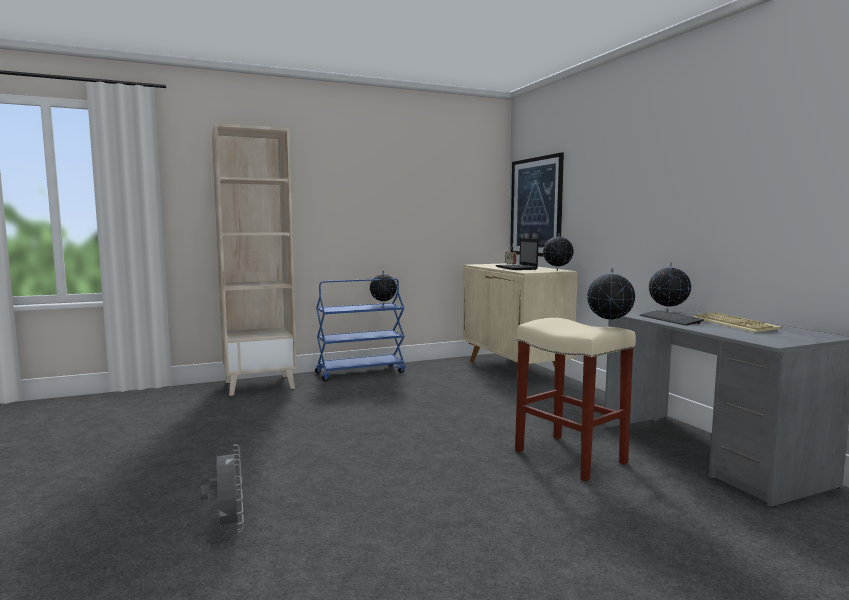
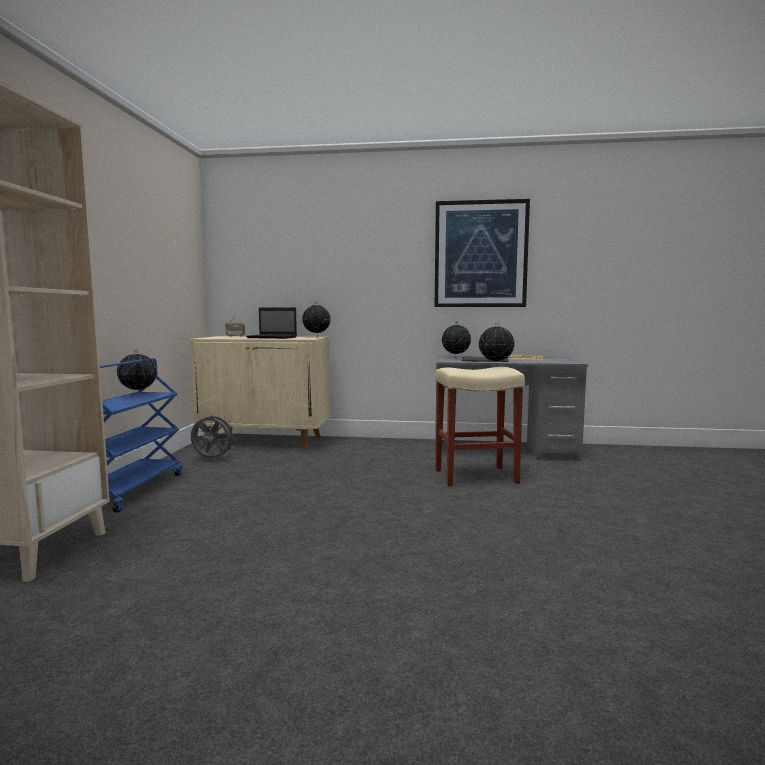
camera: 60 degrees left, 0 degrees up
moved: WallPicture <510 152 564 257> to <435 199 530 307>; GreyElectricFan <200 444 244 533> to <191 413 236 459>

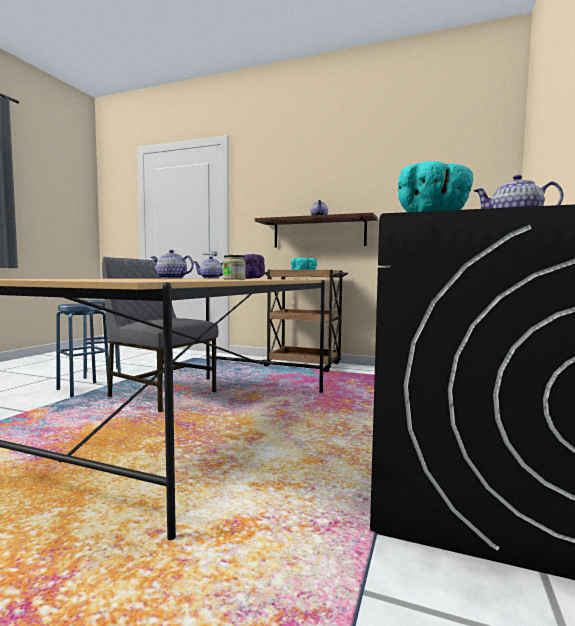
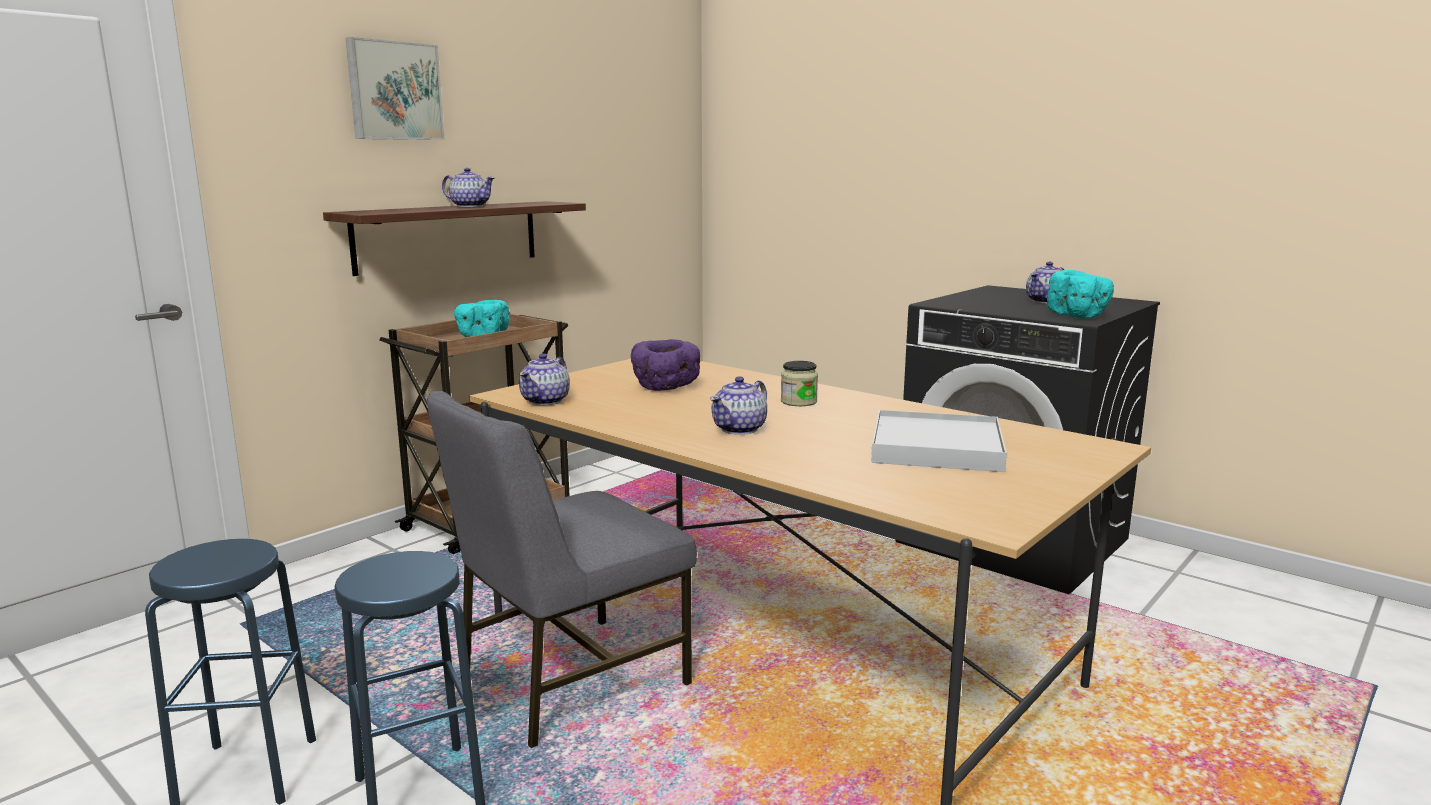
camera: 70 degrees left, 10 degrees up
added: WallPicture <346 37 445 140>; WhitishCarryingTray <871 410 1007 472>

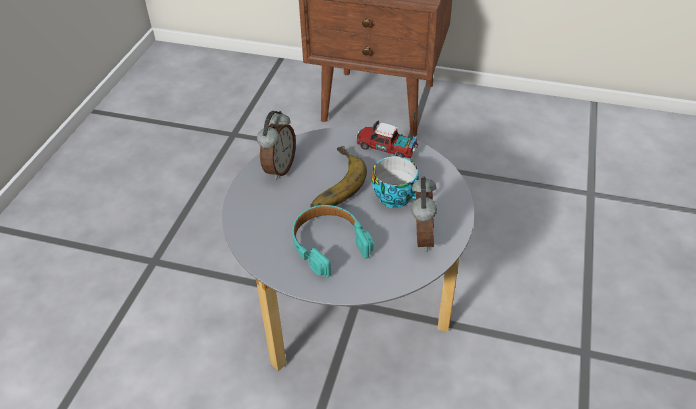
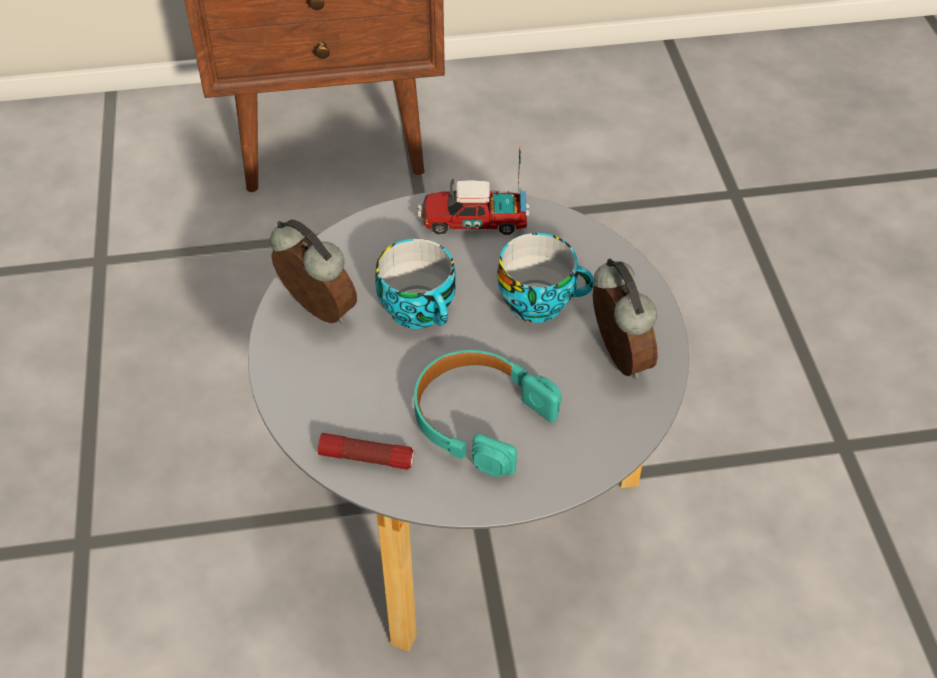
camera: 25 degrees left, 5 degrees up
added: Torch <318 433 414 470>
replaced: Banana <310 146 367 207> to DrinkingCup <375 239 456 329>
turned: TableClock <257 111 296 180> = <270 219 357 323> 45 degrees counterclockwise

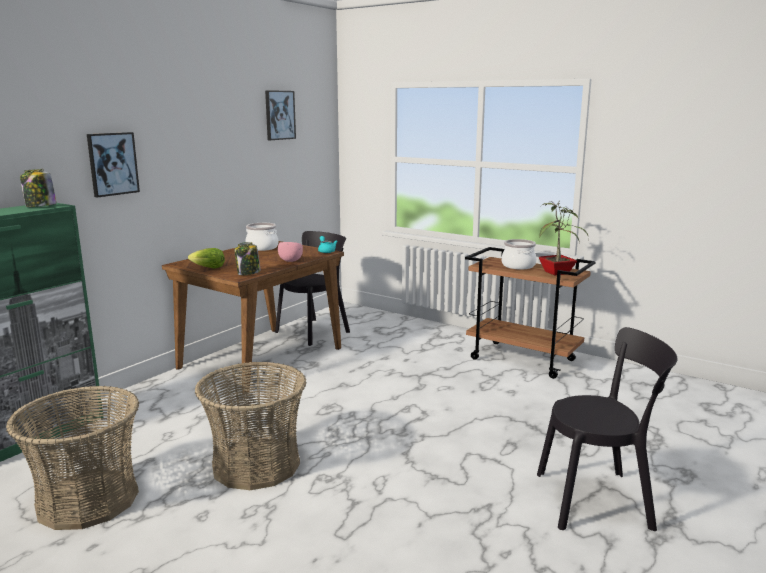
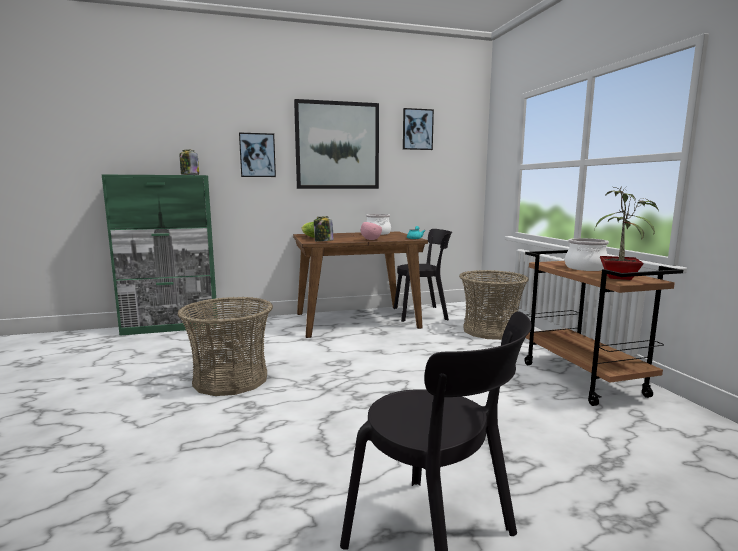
camera: 40 degrees right, 5 degrees down
added: WallPicture <294 99 379 189>
moved: HouseholdBasket <6 386 139 530> to <459 270 529 340>

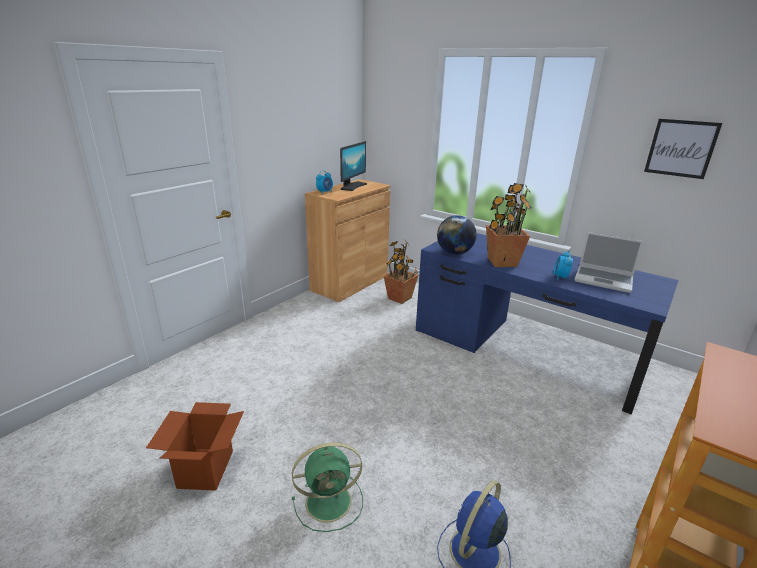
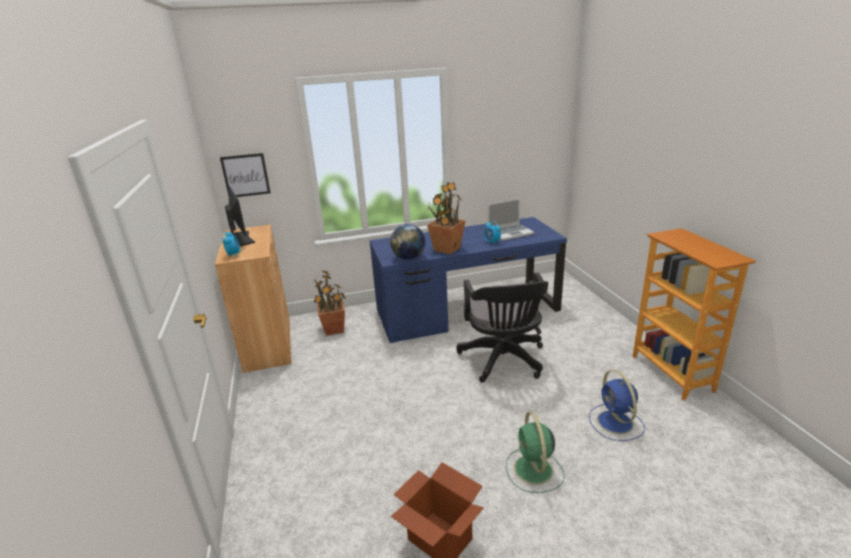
camera: 50 degrees left, 0 degrees up
added: BlackColouredOfficeChair <456 273 549 383>
moved: WallPicture <644 119 722 179> to <220 153 271 197>
turned: GreenishElectricFan <292 442 363 532> = <506 412 564 493> 150 degrees clockwise

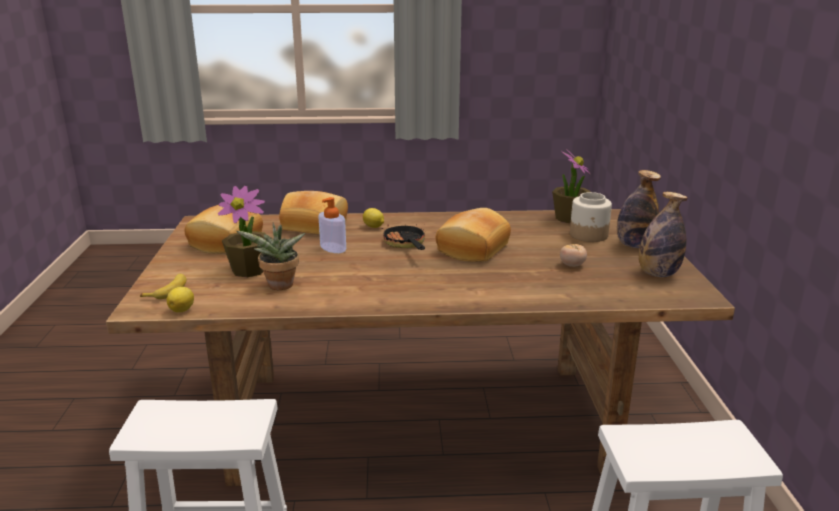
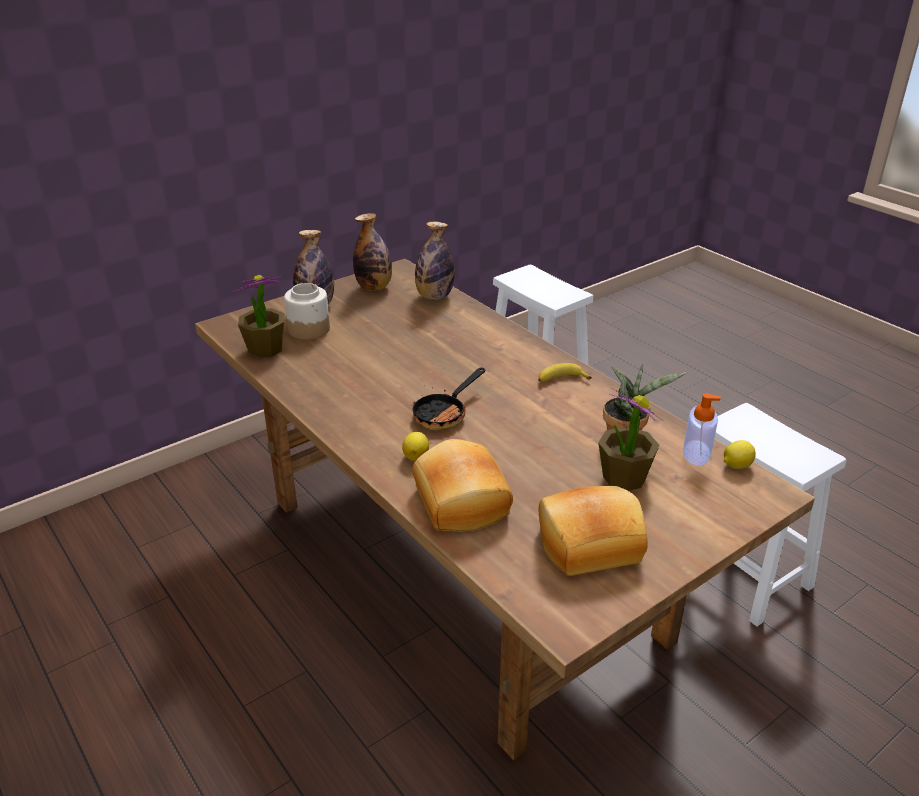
camera: 125 degrees left, 10 degrees up
removed: BakeryBread <436 208 511 262>; FreshTomato <560 244 587 267>
added: DrinkBottle <415 221 454 300>
moved: SoapBottle <318 197 346 253> to <683 393 721 466>; Banana <140 274 186 299> to <538 363 592 382>

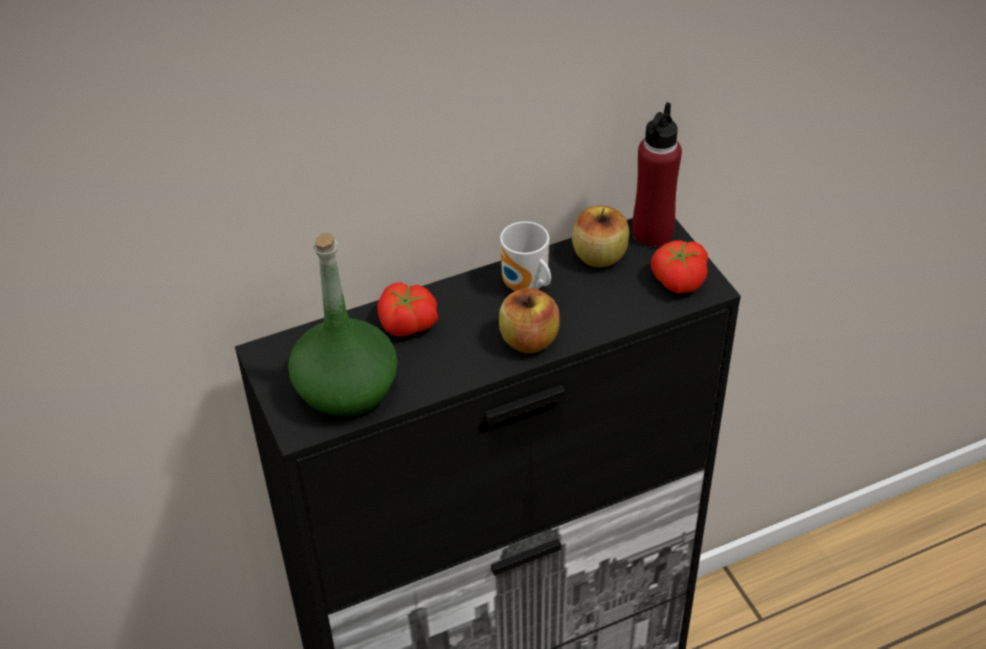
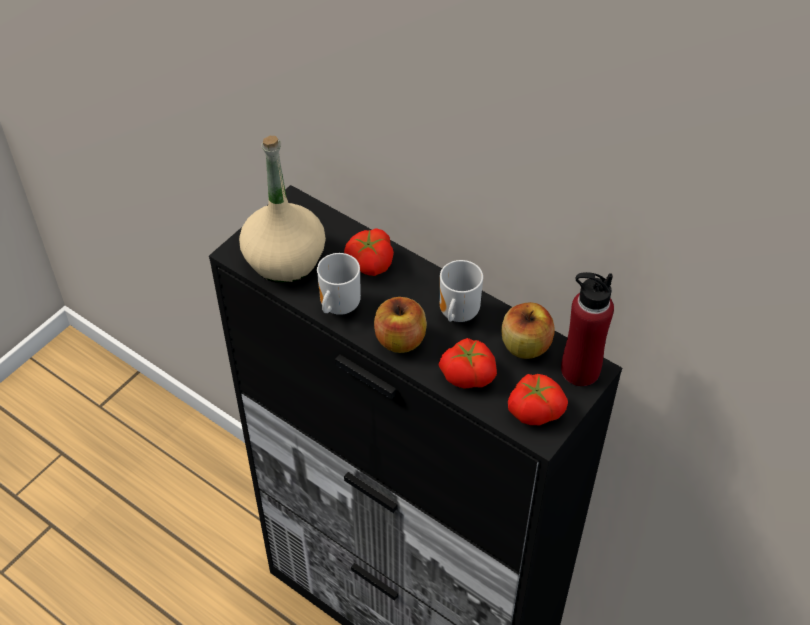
camera: 60 degrees right, 5 degrees up
added: Mug <317 253 361 315>; FreshTomato <438 338 497 389>
recoloured: GreenishDrinkBottle <288 233 397 420> to BeigeColouredDrinkBottle <239 136 326 283>

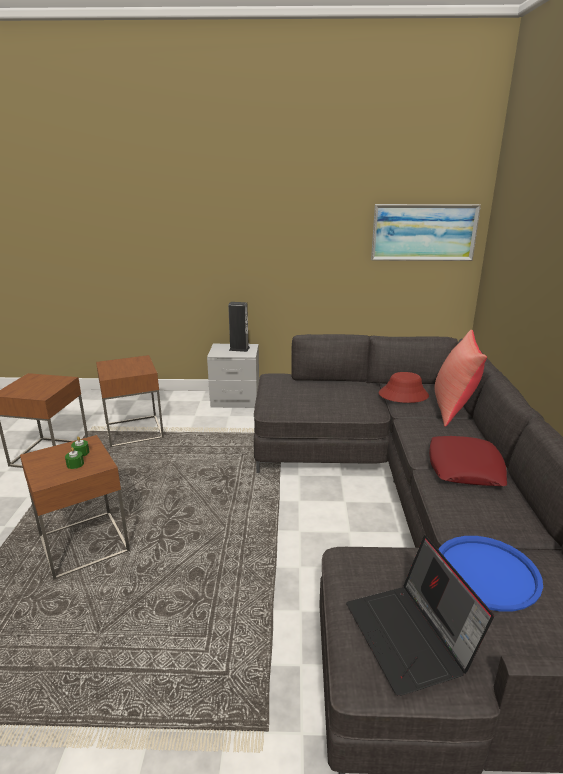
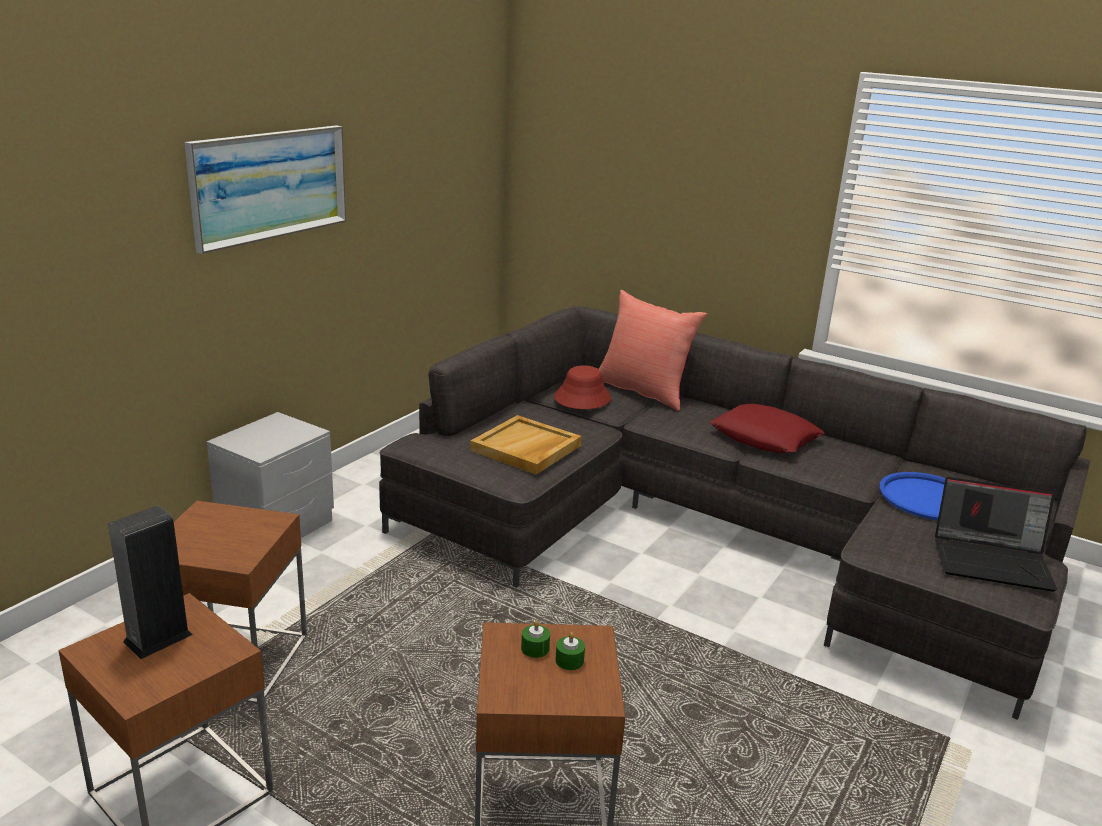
camera: 60 degrees left, 0 degrees up
added: BeigeColouredCarryingTray <470 415 582 475>
moved: WallPicture <371 204 481 261> to <184 125 346 254>; Speaker <228 302 250 352> to <108 506 193 659>

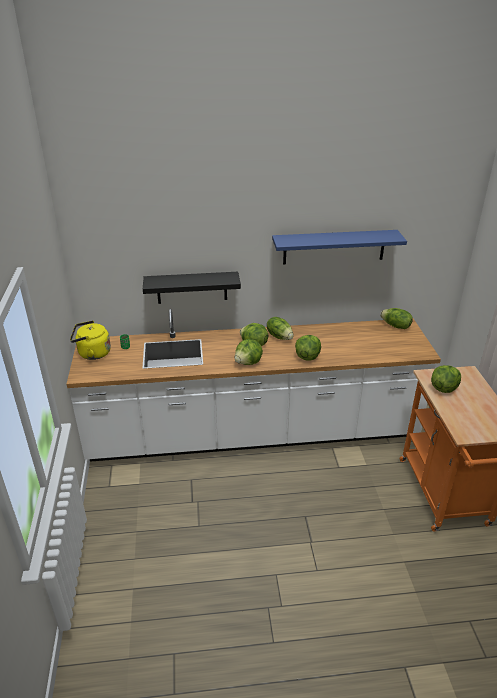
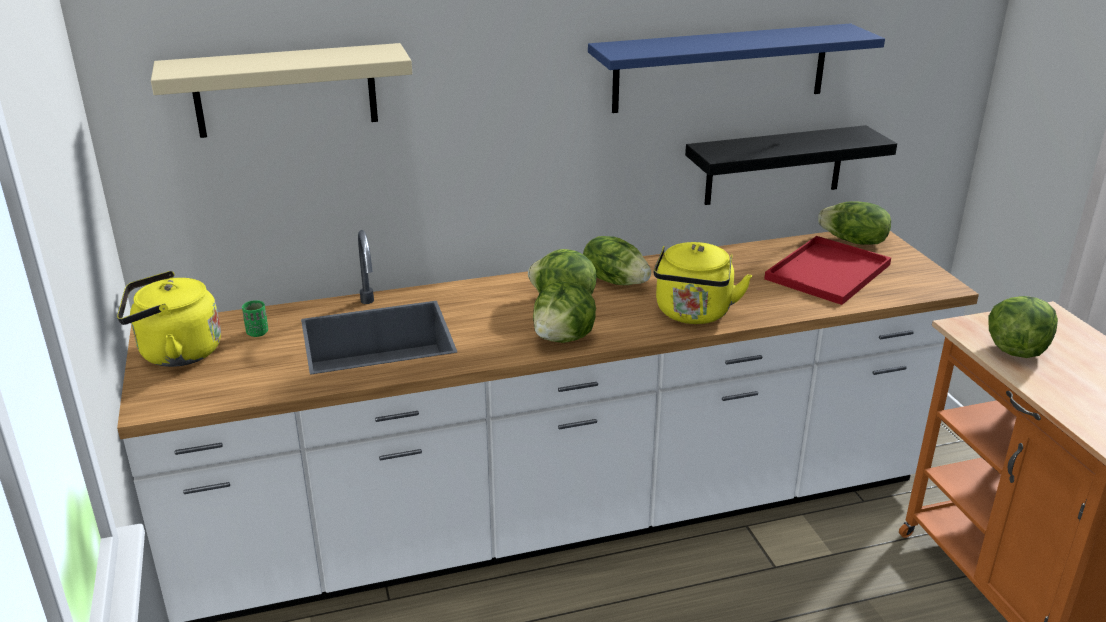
camera: 10 degrees left, 5 degrees down
added: BeigeColouredWallShelf <151 43 412 138>; ReddishCarryingTray <764 236 891 305>
moved: BlackColouredWallShelf <143 272 241 304> to <685 125 897 205>
replaced: LettuceHead <295 335 321 361> to YellowishWaterKettle <654 242 752 324>

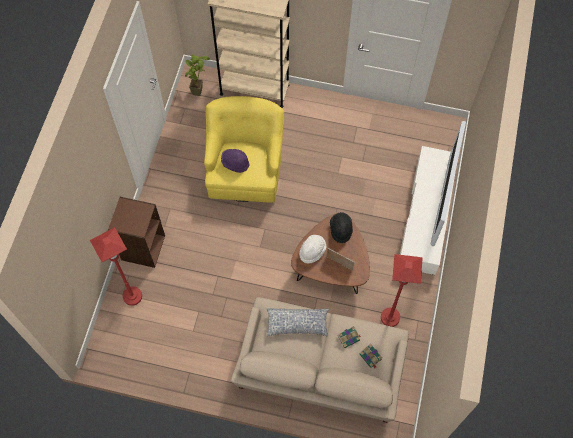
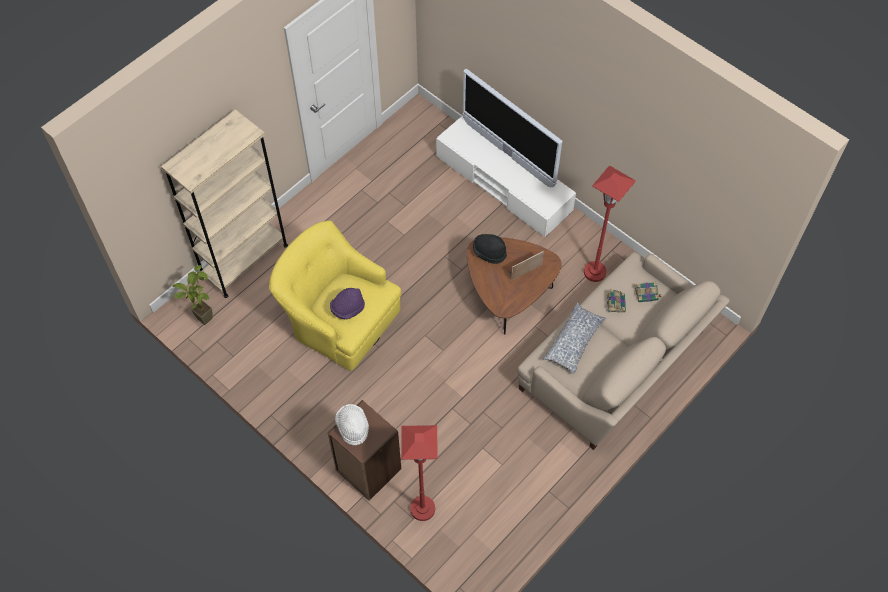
camera: 60 degrees left, 5 degrees down
moved: WhitishHat <299 235 326 264> to <335 404 369 445>

